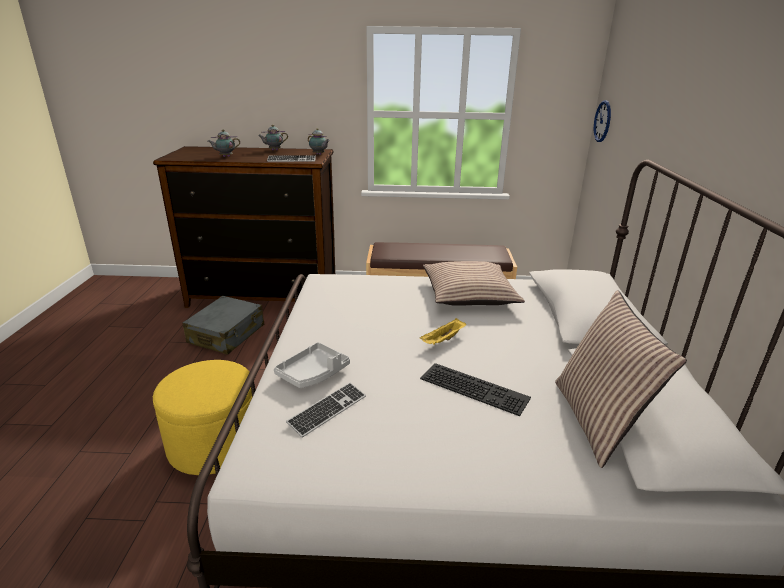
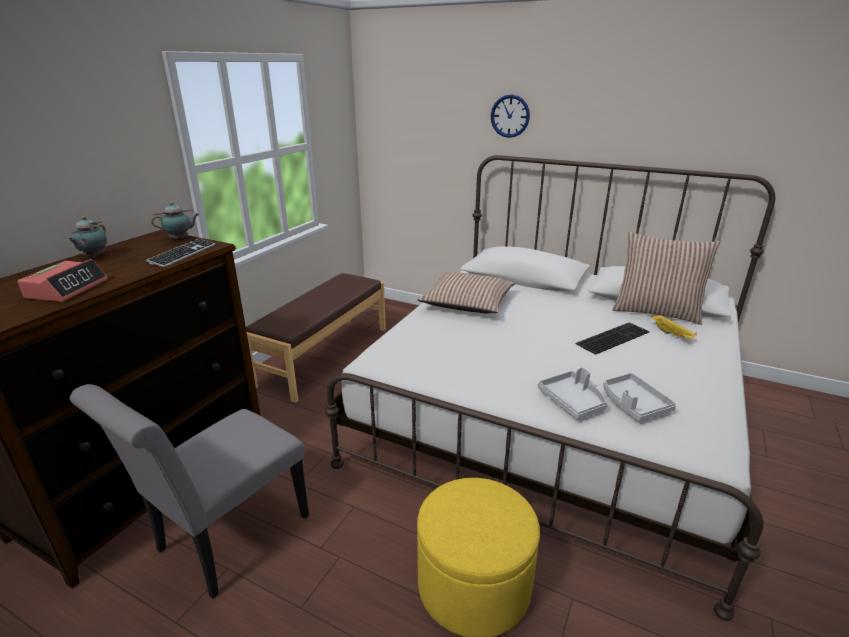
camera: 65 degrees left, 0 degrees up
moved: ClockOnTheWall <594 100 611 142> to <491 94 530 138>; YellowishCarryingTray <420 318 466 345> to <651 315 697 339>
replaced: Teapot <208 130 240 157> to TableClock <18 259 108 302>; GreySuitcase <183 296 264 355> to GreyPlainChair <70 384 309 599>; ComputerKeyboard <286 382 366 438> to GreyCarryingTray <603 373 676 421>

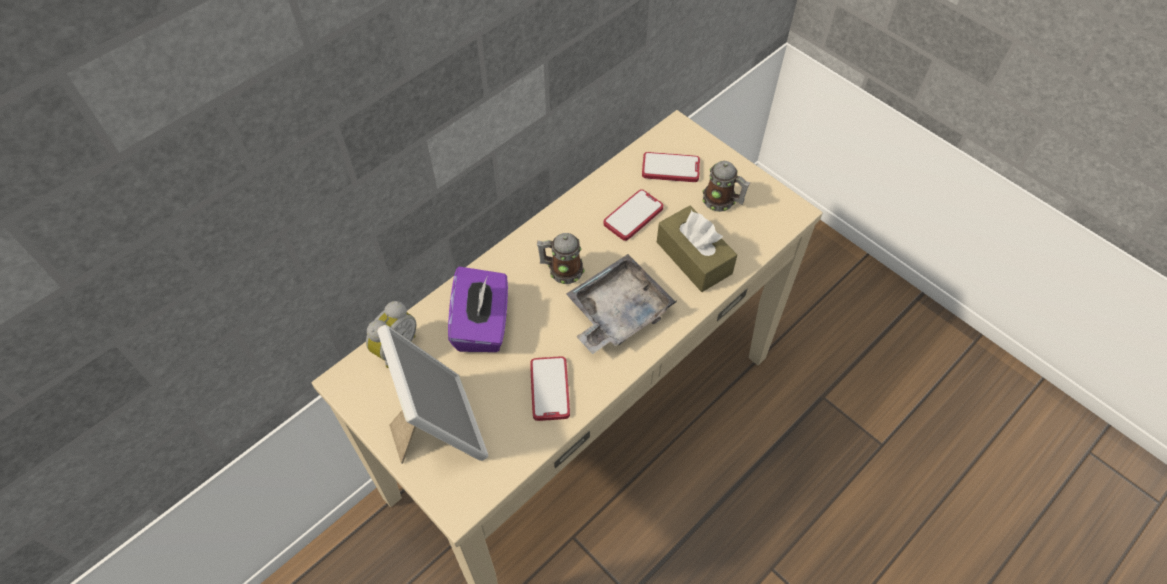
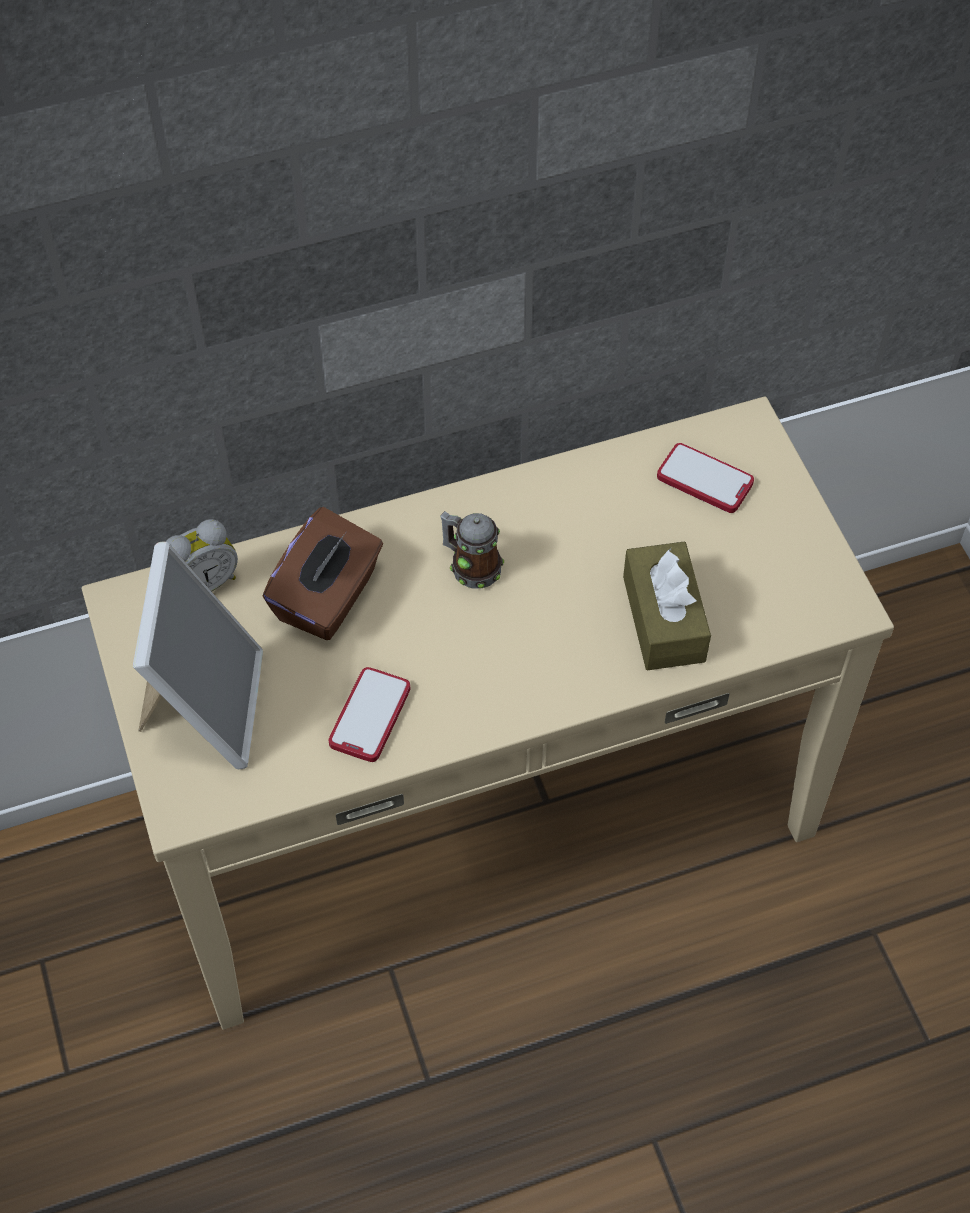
camera: 25 degrees right, 0 degrees up
removed: Mug <703 161 750 212>; Handset <603 189 663 241>; GreyCarryingTray <566 254 677 354>
recoloured: PurpleColouredBoxOfTissues <448 267 508 352> to BrownColouredBoxOfTissues <263 507 383 640>

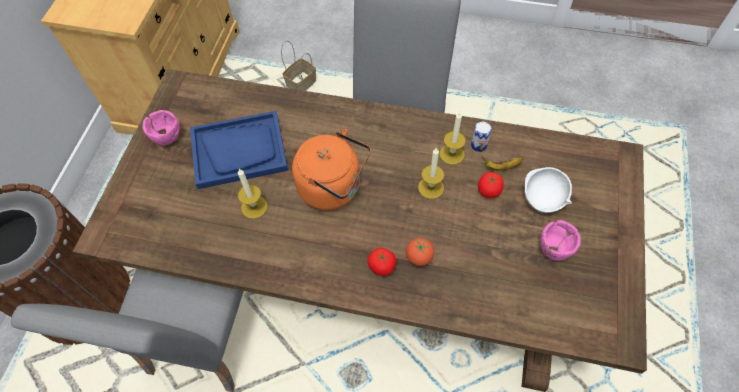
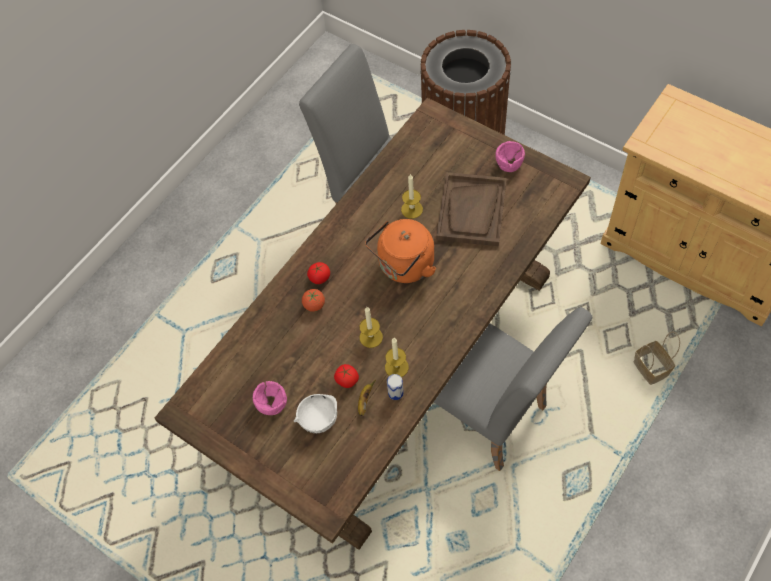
camera: 115 degrees right, 0 degrees up
recoloured: BluishCarryingTray <190 111 288 189> to BrownColouredCarryingTray <436 172 507 246>

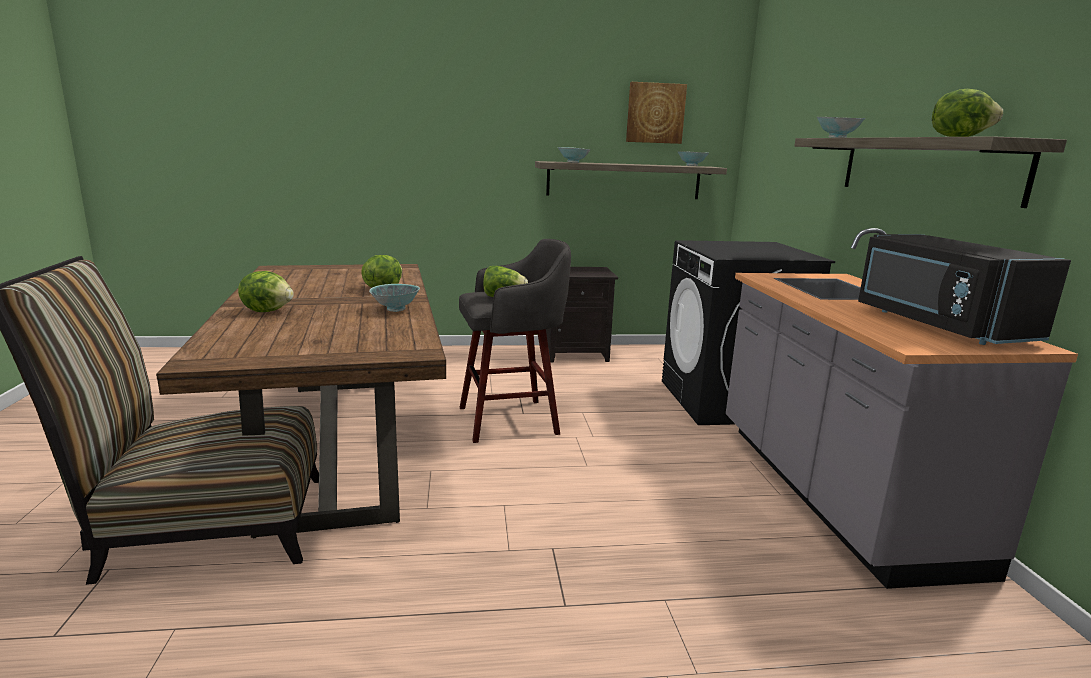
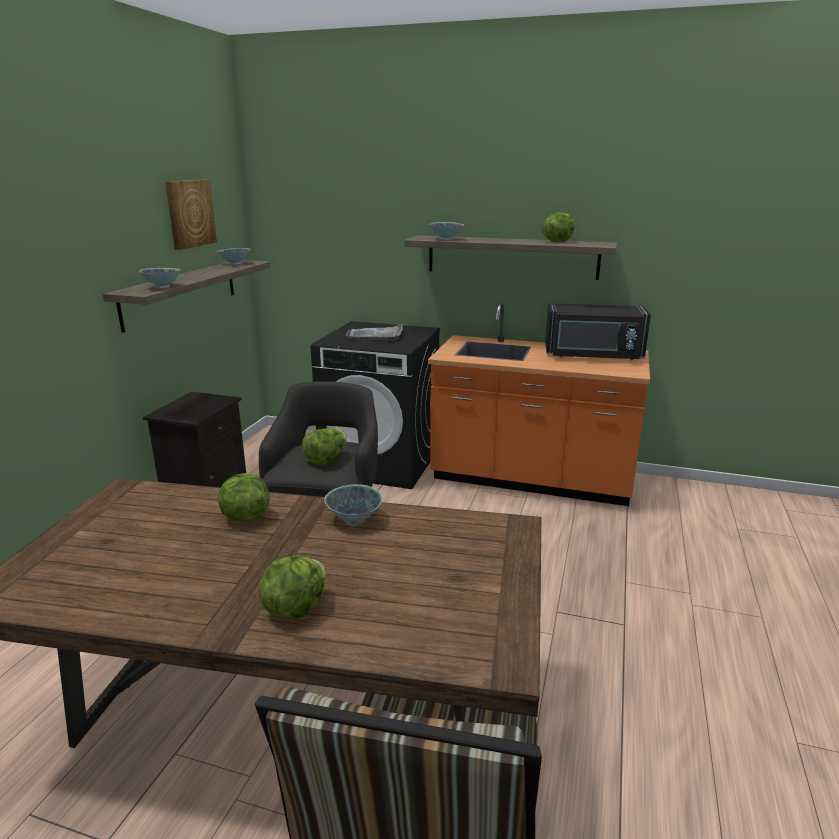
camera: 65 degrees left, 5 degrees up
added: GreyCarryingTray <346 325 403 341>
recoloured: GreyKitchenBaseUnit <726 228 1078 589> to OrangeKitchenBaseUnit <428 302 650 506>

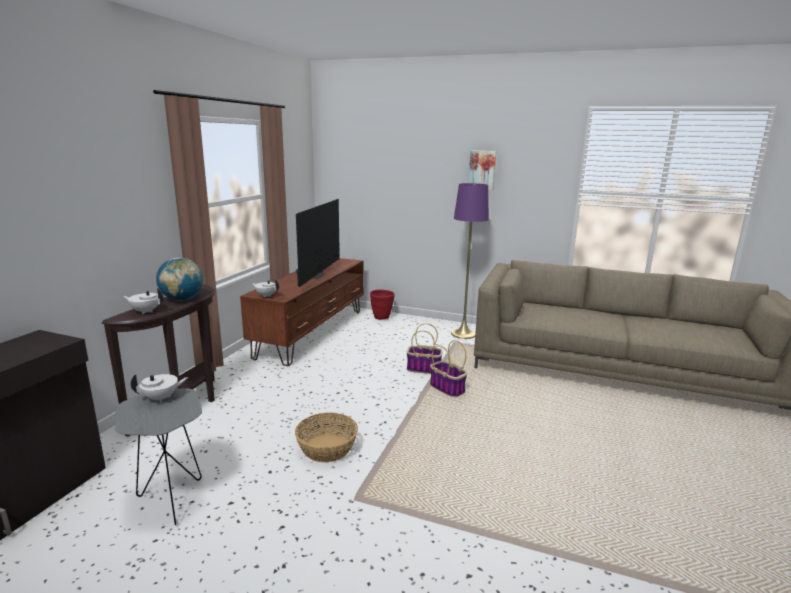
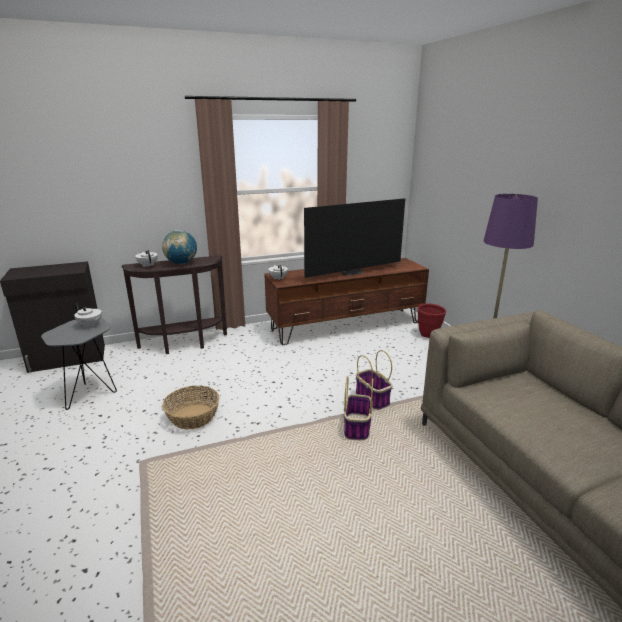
camera: 50 degrees right, 5 degrees up
removed: WallPicture <468 150 496 191>

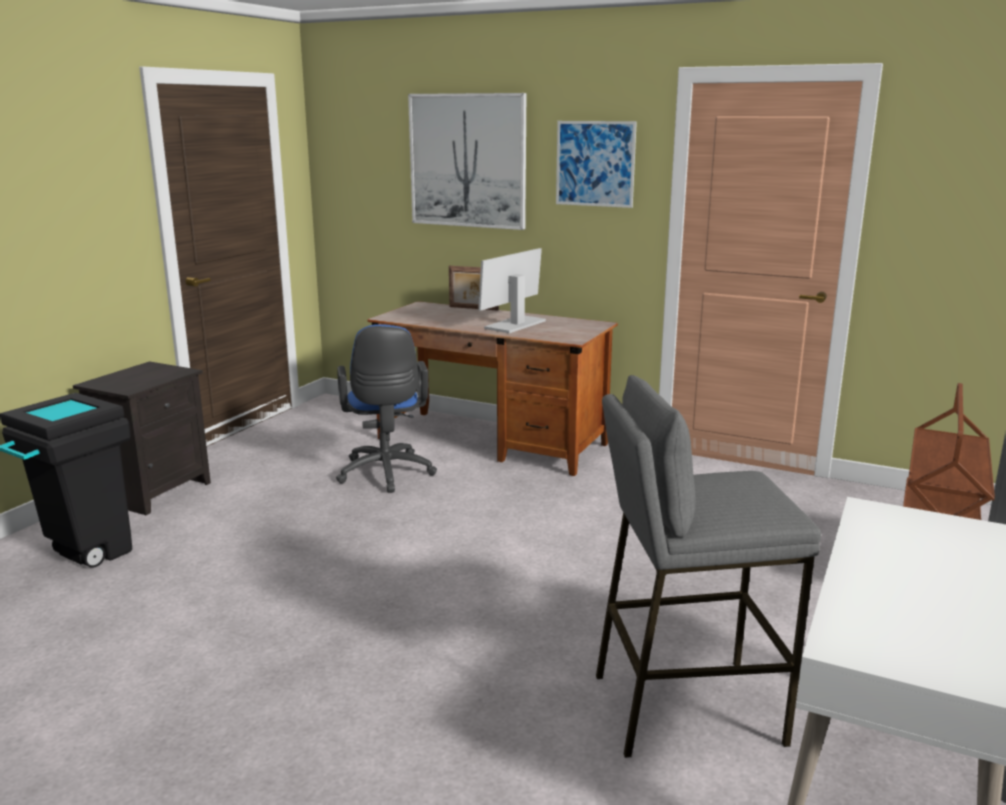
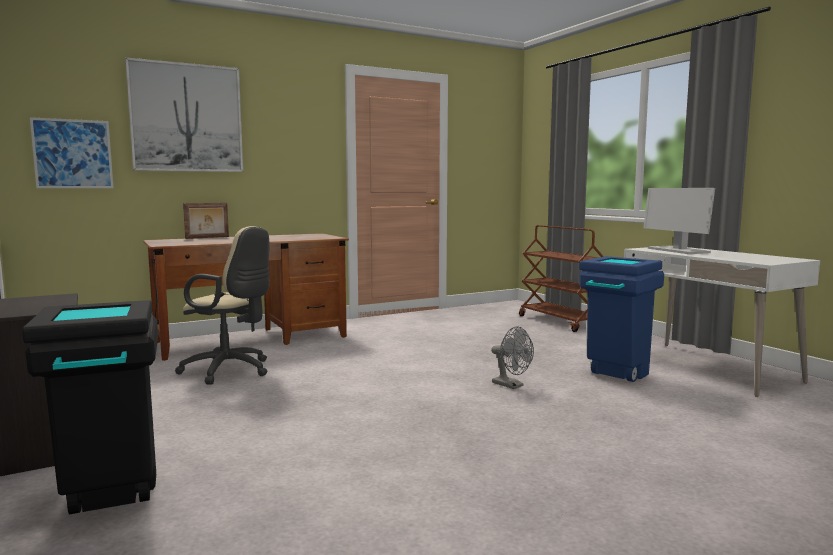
camera: 55 degrees left, 10 degrees down
added: GreyElectricFan <491 326 534 389>
moved: WallPicture <556 121 637 208> to <30 117 114 188>; ComputerScreen <478 248 546 333> to <643 188 715 254>
replaced: GreySittingStool <596 375 821 758> to BluishRubbishBin <579 256 664 382>
recoloured: BluishOfficeChair <336 324 437 493> to BeigeColouredOfficeChair <175 226 270 385>

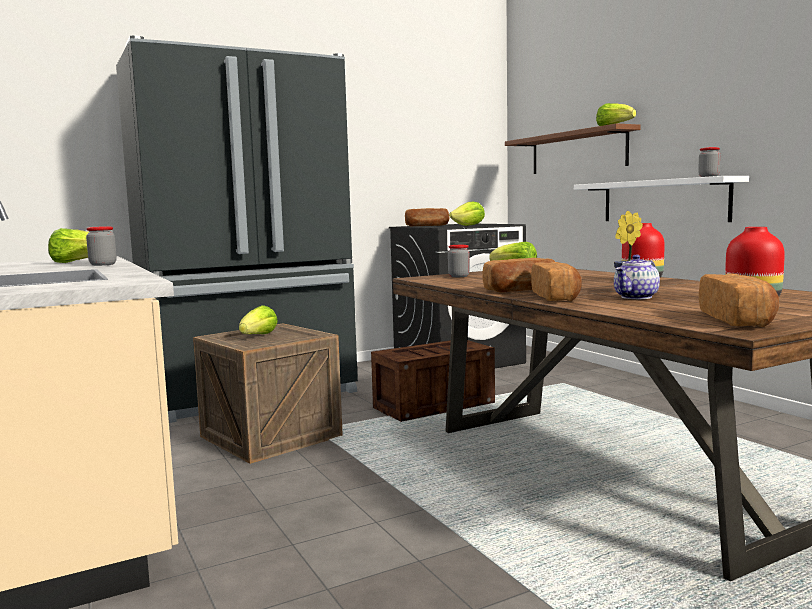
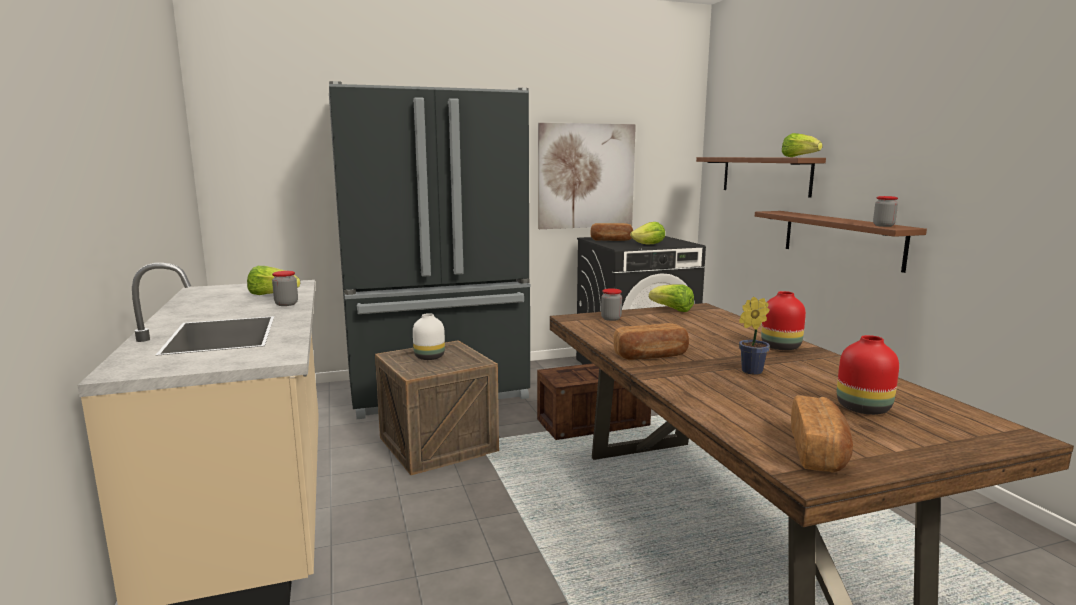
camera: 10 degrees right, 5 degrees up
removed: Teapot <614 255 660 299>; BakeryBread <531 262 582 301>
added: WallPicture <538 123 636 229>
replaced: LettuceHead <239 305 278 334> to WhitishVase <413 313 445 360>
recoloured: WhitishWallShelf <574 176 749 222> to BrownColouredWallShelf <755 211 927 273>

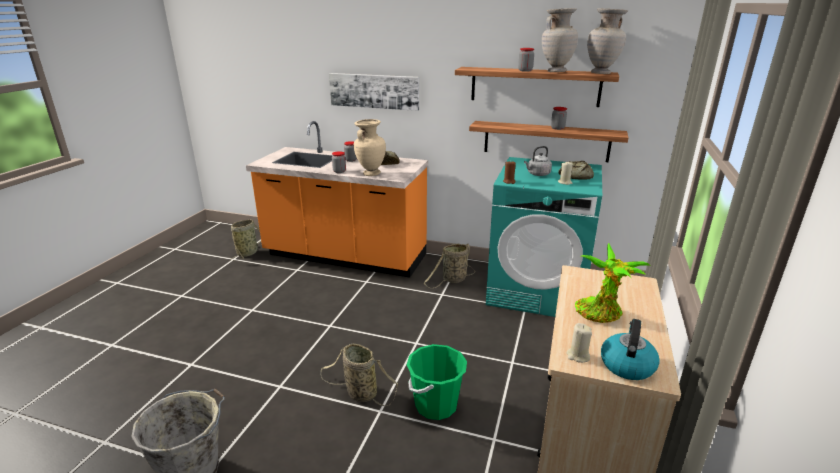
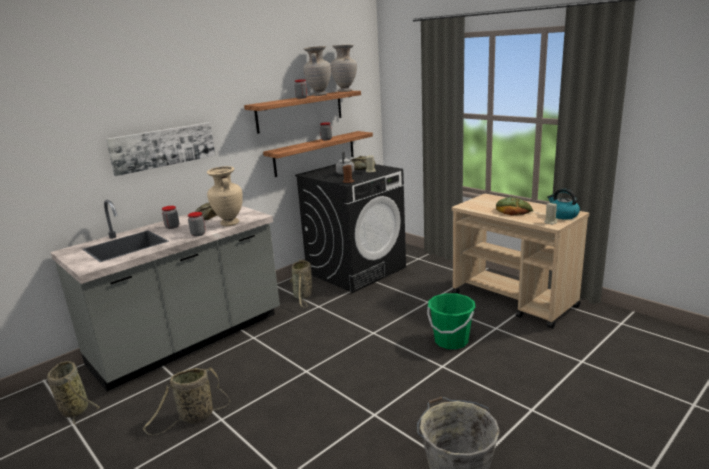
camera: 60 degrees left, 5 degrees down
moved: HouseholdBasket <320 344 398 406> to <143 367 230 435>
replaced: PottedPlant <575 243 650 323> to BakeryBread <496 197 533 216>
recoloured: OrangeKitchenBaseUnit <246 121 428 278> to GreyKitchenBaseUnit <50 200 280 391>; TurquoiseLaundryAppliance <486 157 602 317> to BlackColouredLaundryAppliance <295 160 406 293>

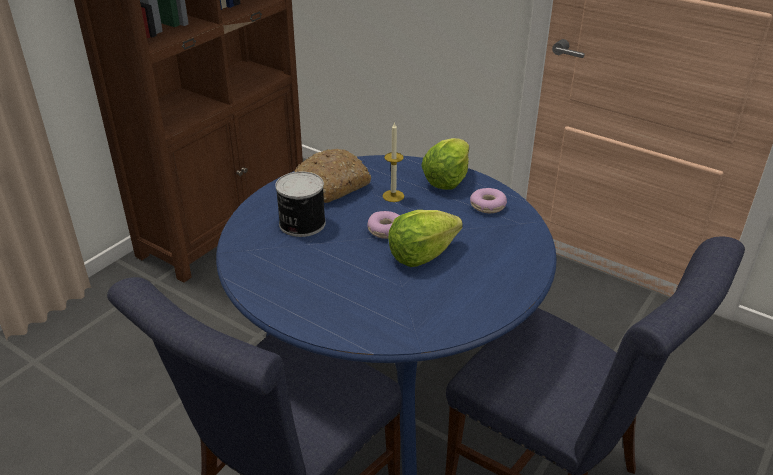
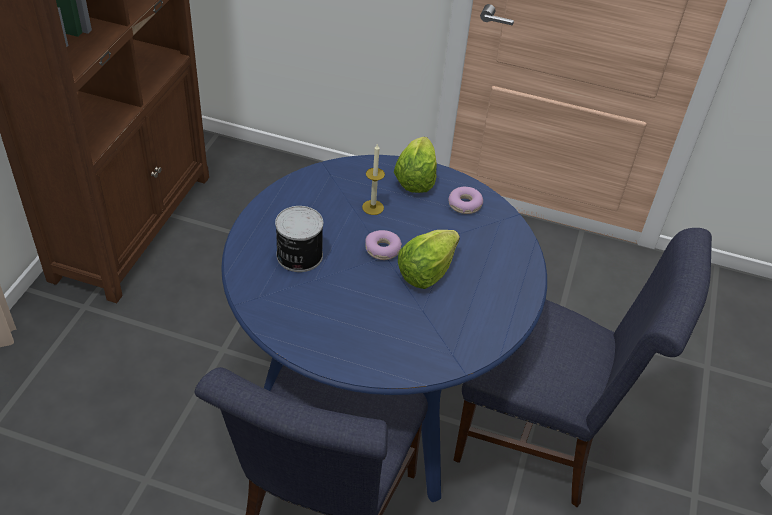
camera: 20 degrees left, 10 degrees up
removed: BakeryBread <294 149 371 203>

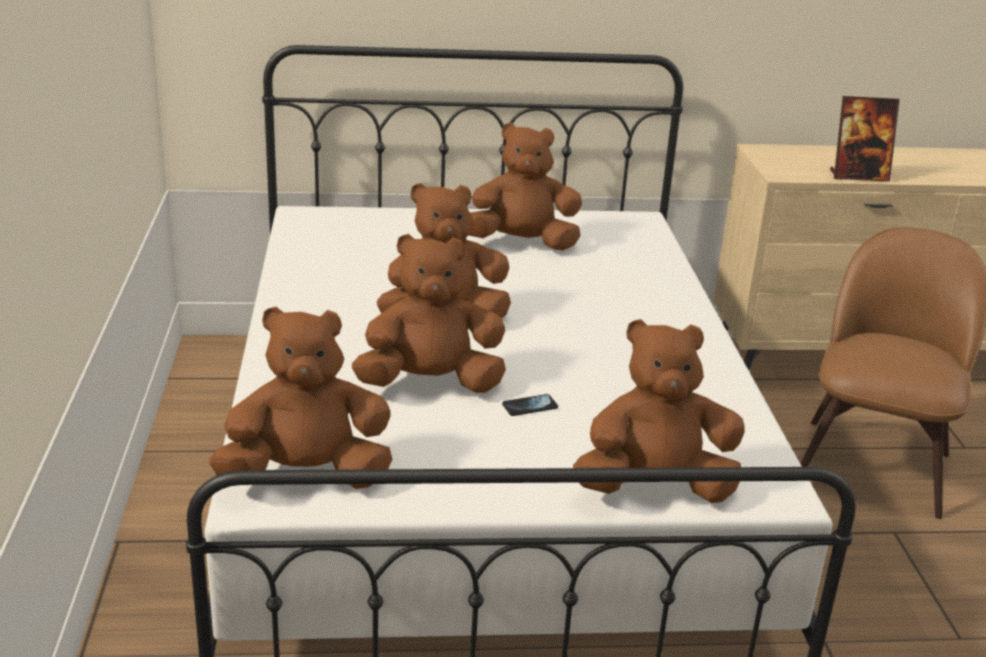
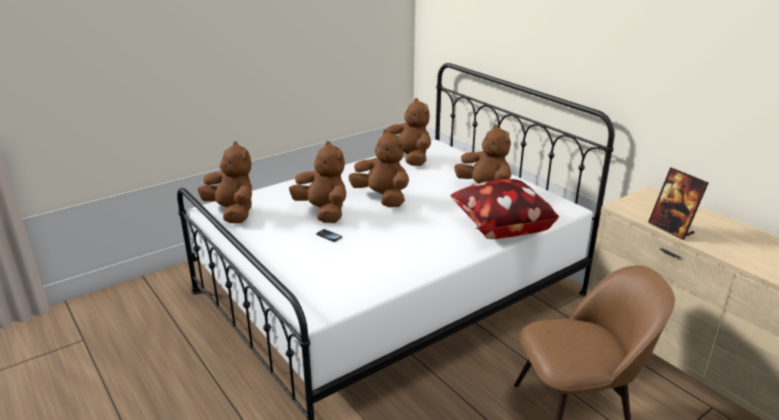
camera: 60 degrees right, 0 degrees up
added: Pillow <450 179 559 239>
moved: BrownColouredCuddlyToy <573 319 745 503> to <387 98 431 166>

